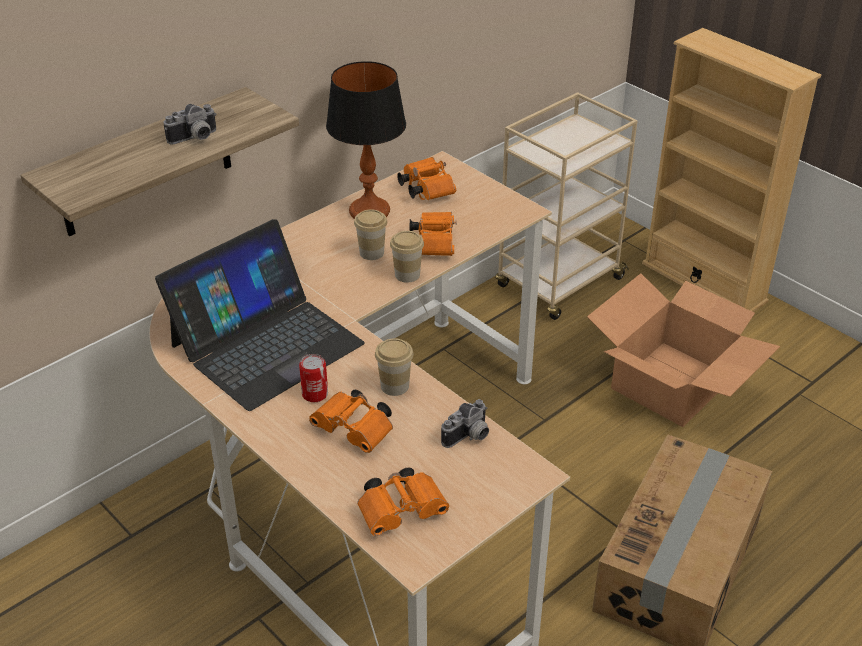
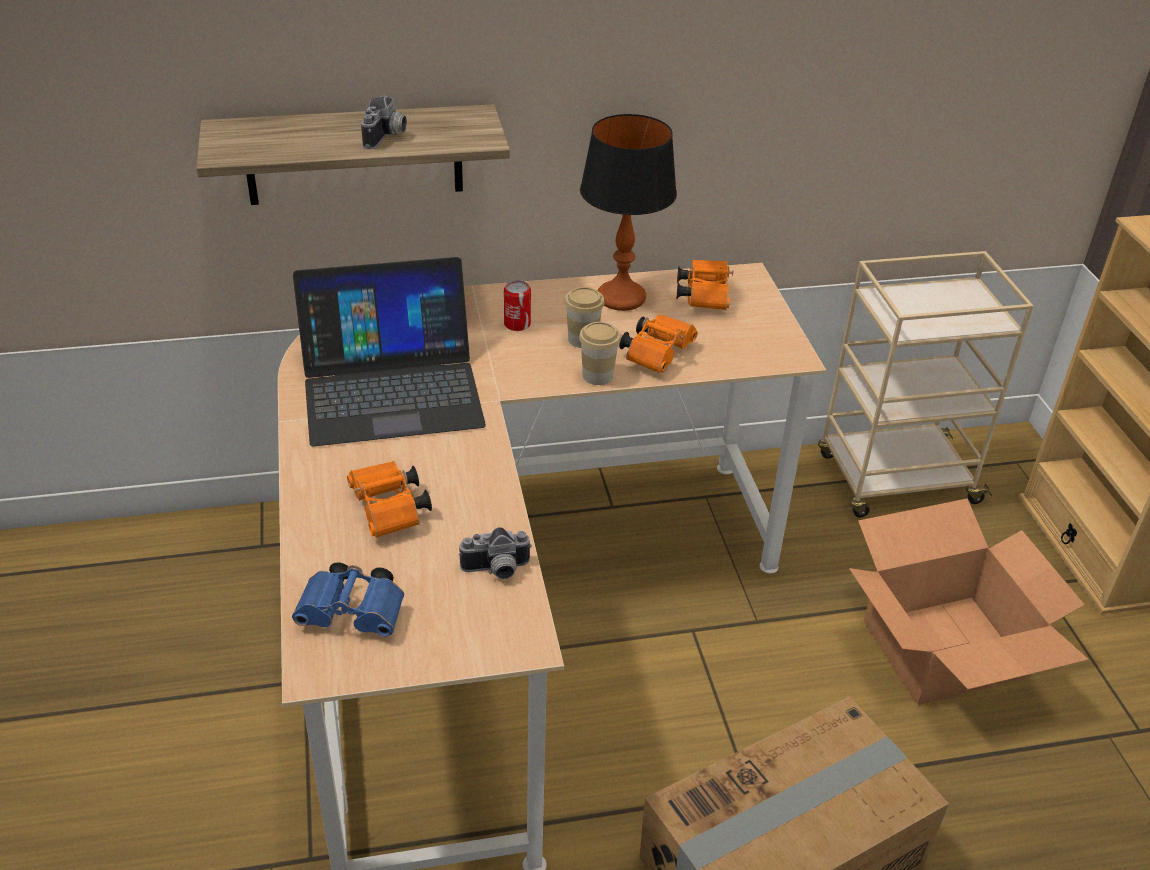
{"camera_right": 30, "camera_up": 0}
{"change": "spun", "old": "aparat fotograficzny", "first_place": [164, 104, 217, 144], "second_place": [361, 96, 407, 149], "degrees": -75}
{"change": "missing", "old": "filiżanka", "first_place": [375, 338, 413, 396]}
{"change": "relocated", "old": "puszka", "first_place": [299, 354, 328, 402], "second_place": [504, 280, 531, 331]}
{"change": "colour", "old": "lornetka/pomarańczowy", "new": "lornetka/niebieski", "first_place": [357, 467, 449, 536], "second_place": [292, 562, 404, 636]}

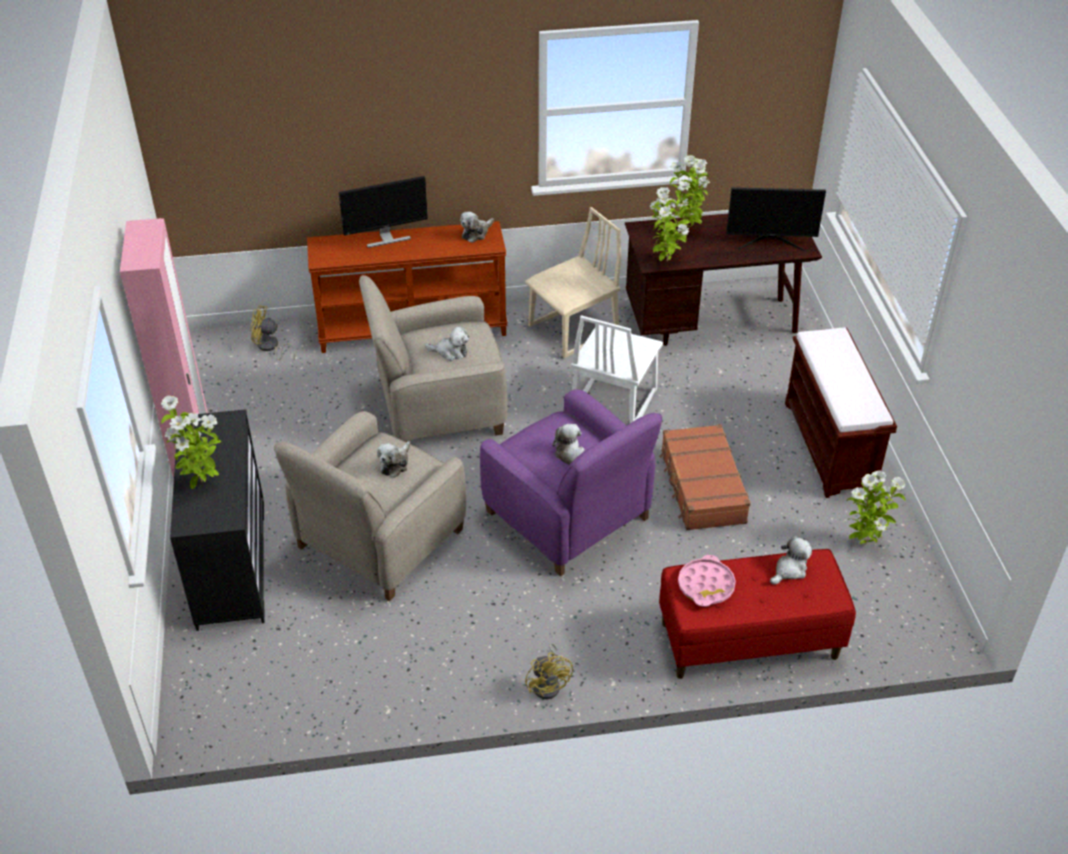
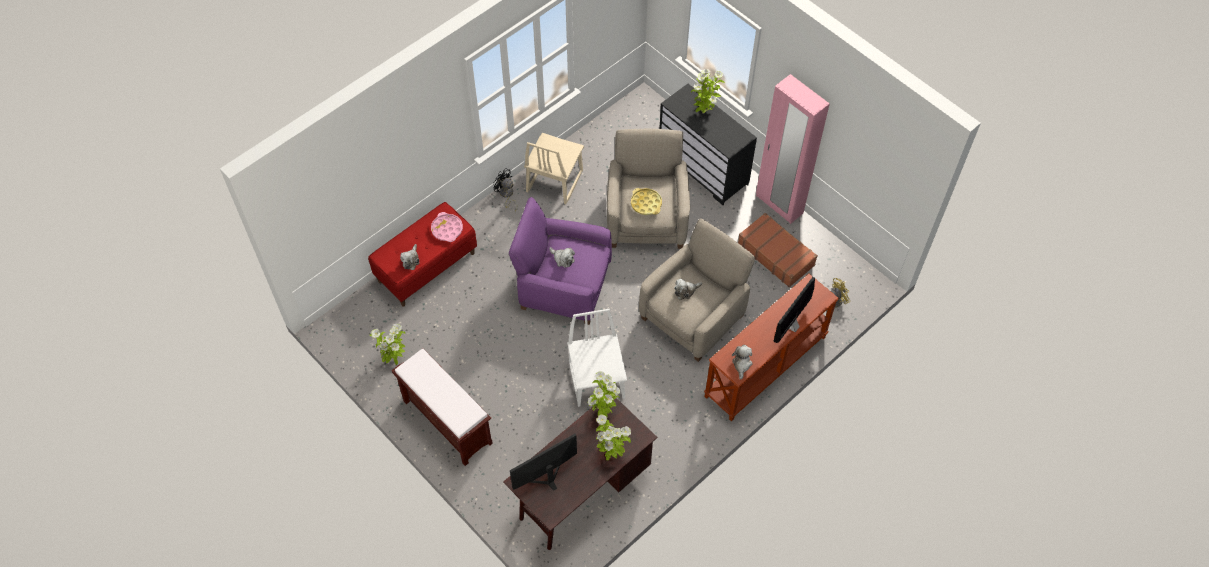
{"camera_right": 145, "camera_up": 15}
{"change": "relocated", "old": "krzesło/beżowy", "first_place": [525, 207, 621, 358], "second_place": [524, 133, 584, 204]}
{"change": "relocated", "old": "walizka/brązowy", "first_place": [659, 424, 751, 530], "second_place": [738, 213, 818, 287]}
{"change": "exchanged", "old": "pluszak", "new": "taca/żółty", "first_place": [377, 441, 410, 478], "second_place": [631, 188, 662, 215]}
{"change": "colour", "old": "wentylator/żółty", "new": "wentylator/czarny", "first_place": [525, 643, 573, 699], "second_place": [493, 168, 517, 211]}

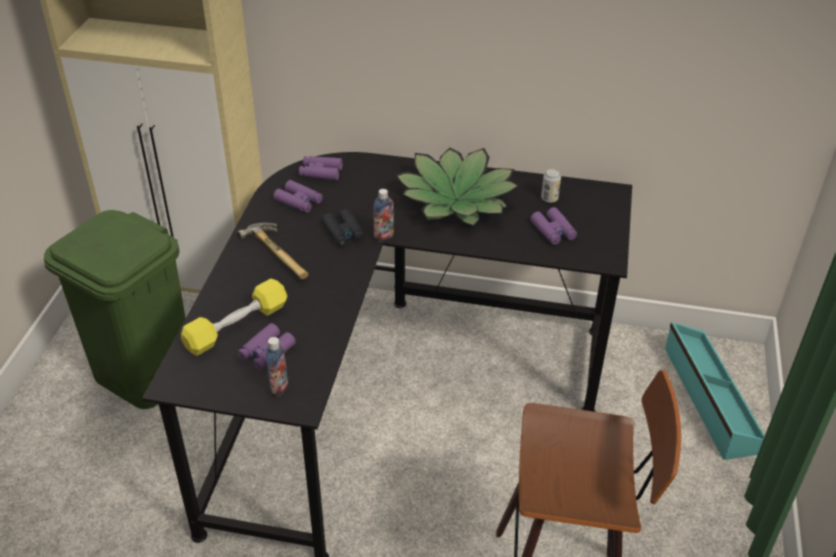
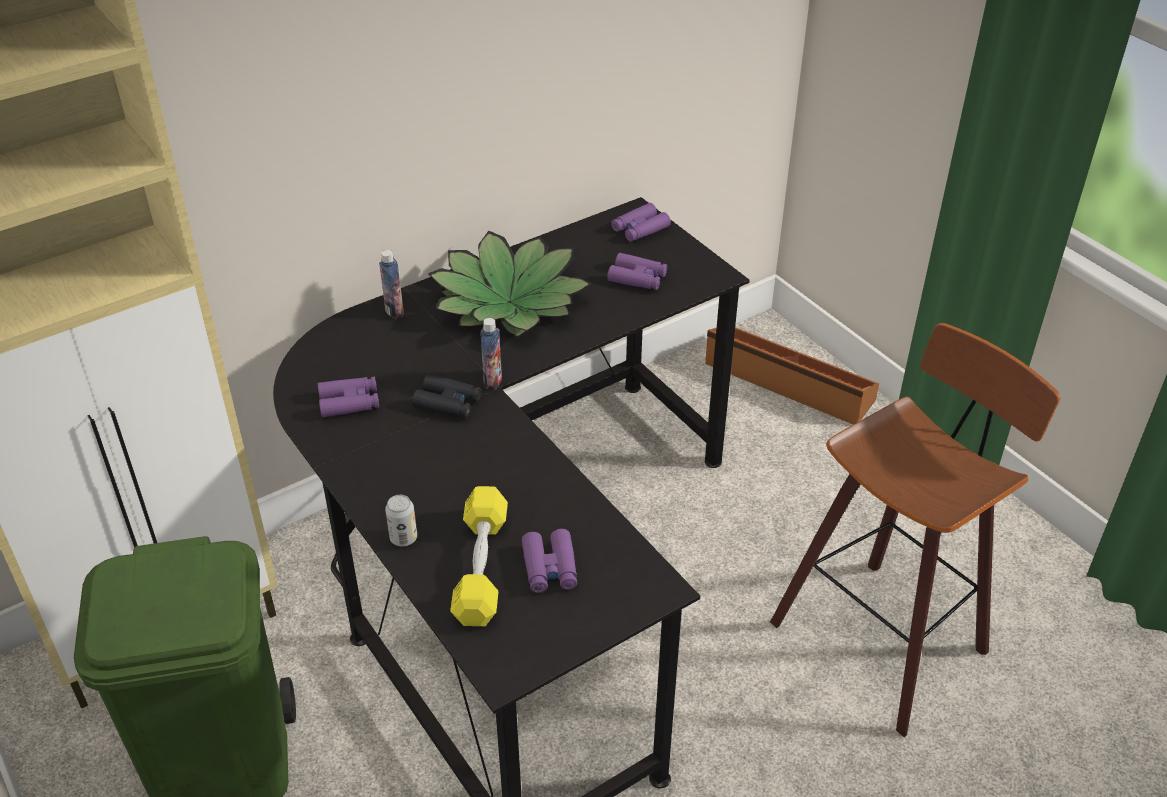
{"camera_right": -45, "camera_up": 0}
{"change": "relocated", "old": "lornetka/fioletowy", "first_place": [299, 156, 343, 180], "second_place": [611, 203, 671, 241]}
{"change": "relocated", "old": "puszka", "first_place": [541, 169, 561, 203], "second_place": [385, 495, 417, 546]}
{"change": "missing", "old": "młotek", "first_place": [237, 223, 309, 279]}
{"change": "colour", "old": "pojemnik do przechowywania/turkusowy", "new": "pojemnik do przechowywania/brązowy", "first_place": [665, 322, 765, 460], "second_place": [705, 327, 879, 425]}
{"change": "relocated", "old": "butelka", "first_place": [266, 337, 288, 397], "second_place": [379, 250, 404, 318]}

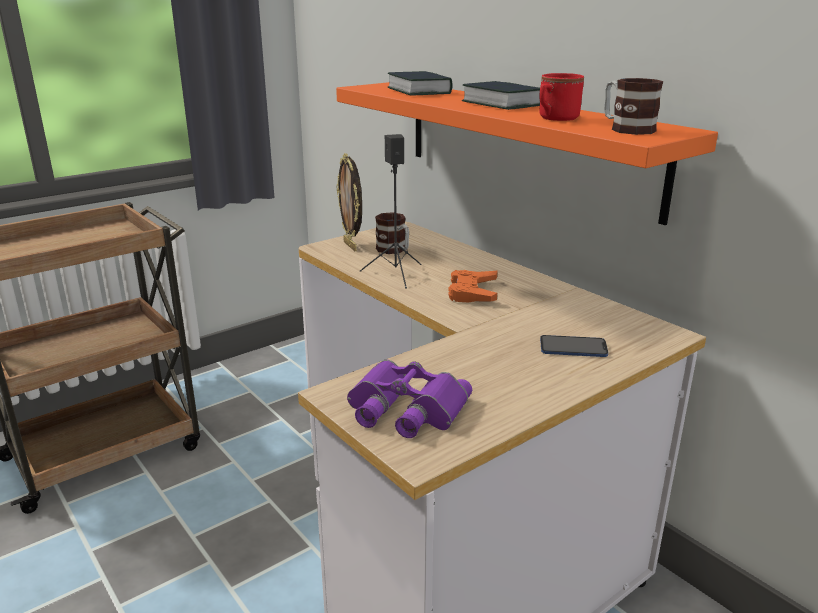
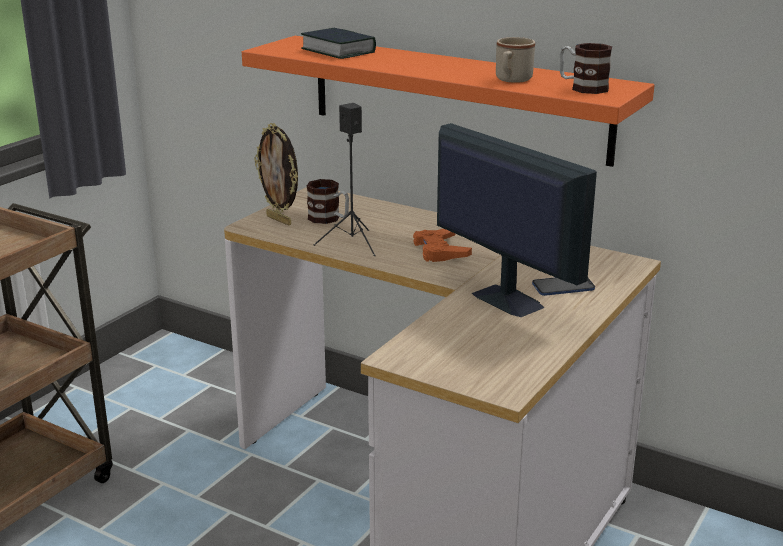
{"camera_right": -20, "camera_up": 0}
{"change": "colour", "old": "kubek/czerwony", "new": "kubek/beżowy", "first_place": [539, 73, 584, 121], "second_place": [496, 37, 535, 83]}
{"change": "missing", "old": "książka", "first_place": [462, 81, 540, 110]}
{"change": "missing", "old": "lornetka/fioletowy", "first_place": [347, 360, 472, 438]}
{"change": "appeared", "new": "monitor", "second_place": [437, 123, 597, 317]}

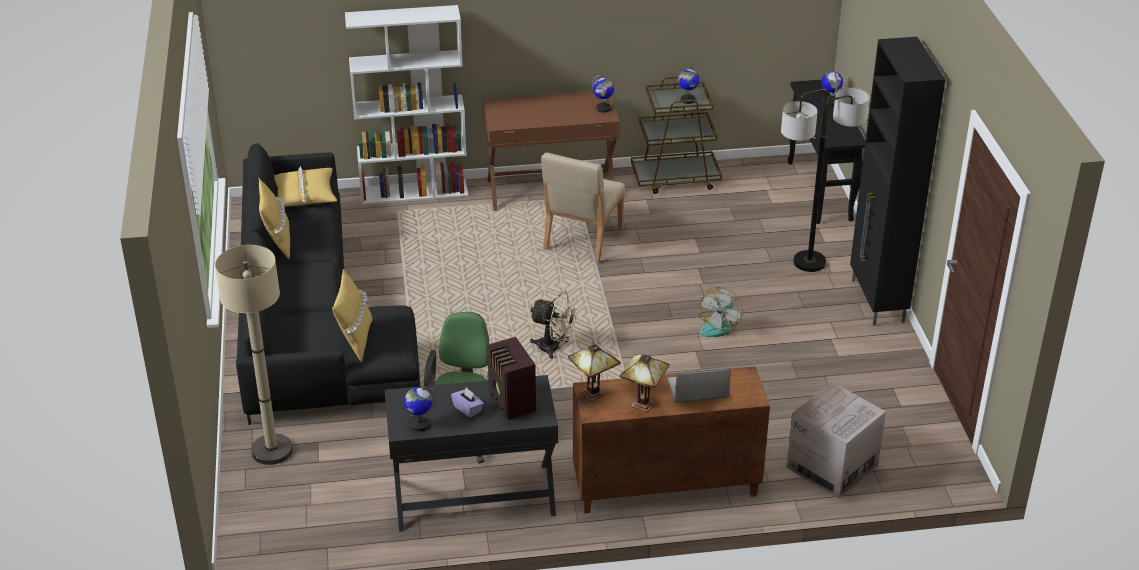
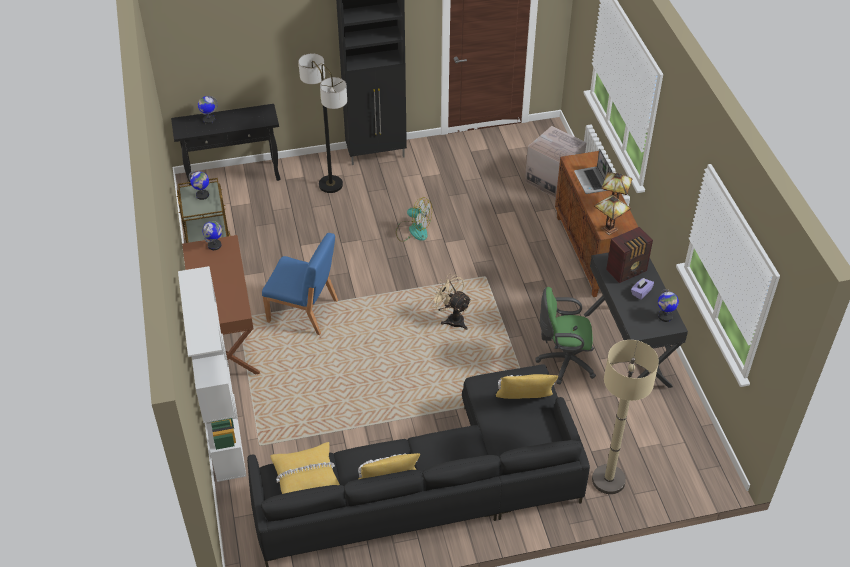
{"camera_right": -95, "camera_up": 10}
{"change": "colour", "old": "krzesło/beżowy", "new": "krzesło/niebieski", "first_place": [541, 152, 625, 264], "second_place": [262, 233, 338, 335]}
{"change": "spun", "old": "wentylator/beżowy", "first_place": [530, 291, 579, 359], "second_place": [431, 274, 472, 330], "degrees": -60}

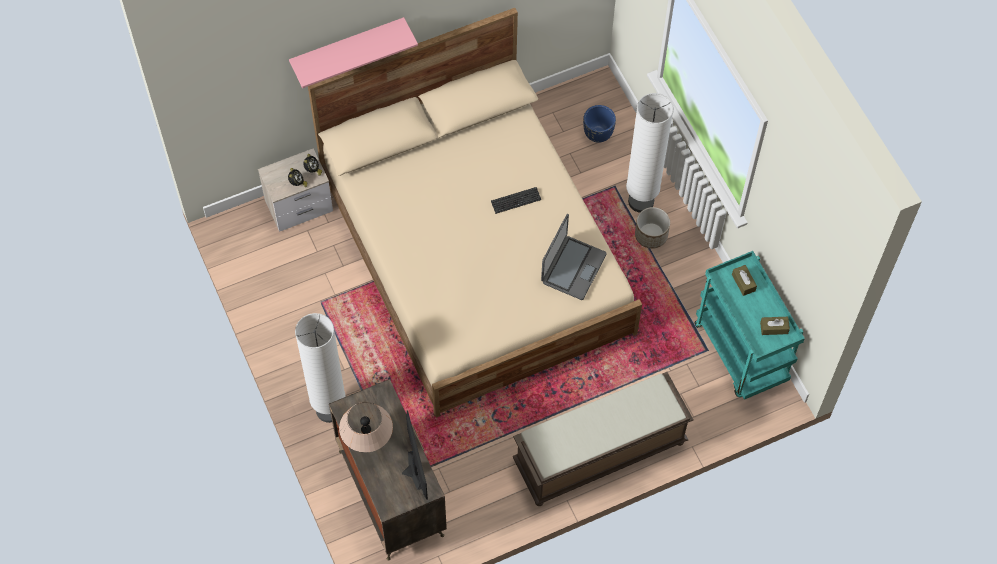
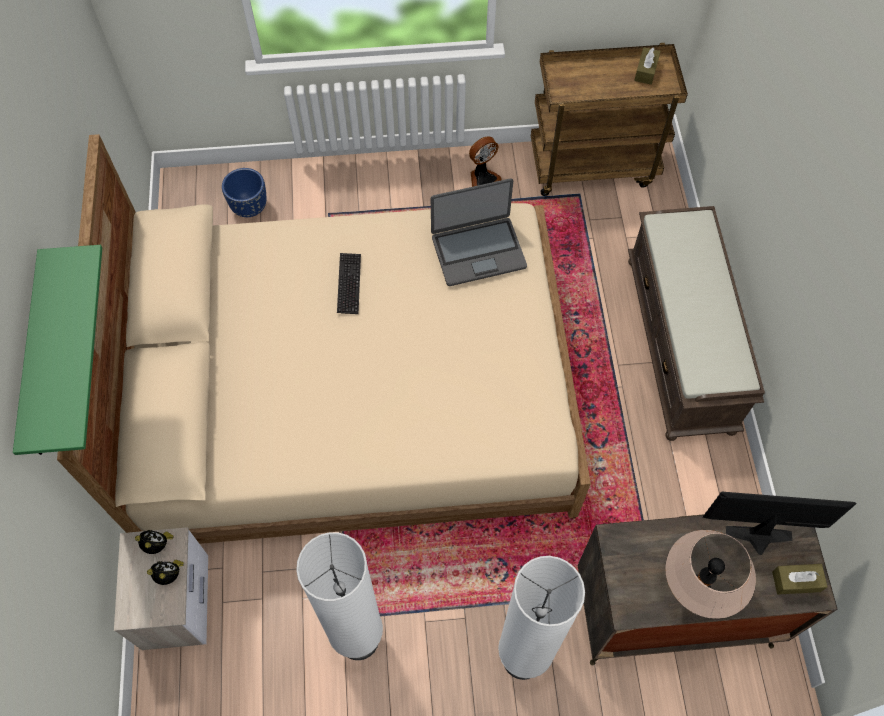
{"camera_right": -70, "camera_up": 0}
{"change": "colour", "old": "półka/różowy", "new": "półka/zielony", "first_place": [289, 17, 418, 88], "second_place": [13, 245, 102, 455]}
{"change": "relocated", "old": "lampa stojąca/biały", "first_place": [626, 93, 674, 212], "second_place": [296, 532, 383, 660]}
{"change": "missing", "old": "donica", "first_place": [635, 207, 670, 249]}
{"change": "spun", "old": "laptop", "first_place": [541, 214, 607, 300], "second_place": [431, 178, 527, 286], "degrees": 120}
{"change": "colour", "old": "wózek/turkusowy", "new": "wózek/brązowy", "first_place": [695, 251, 805, 400], "second_place": [531, 43, 688, 196]}
{"change": "relocated", "old": "pudełko chusteczek/brązowy", "first_place": [732, 265, 757, 296], "second_place": [772, 564, 828, 595]}
{"change": "appeared", "new": "wentylator", "second_place": [469, 137, 502, 187]}

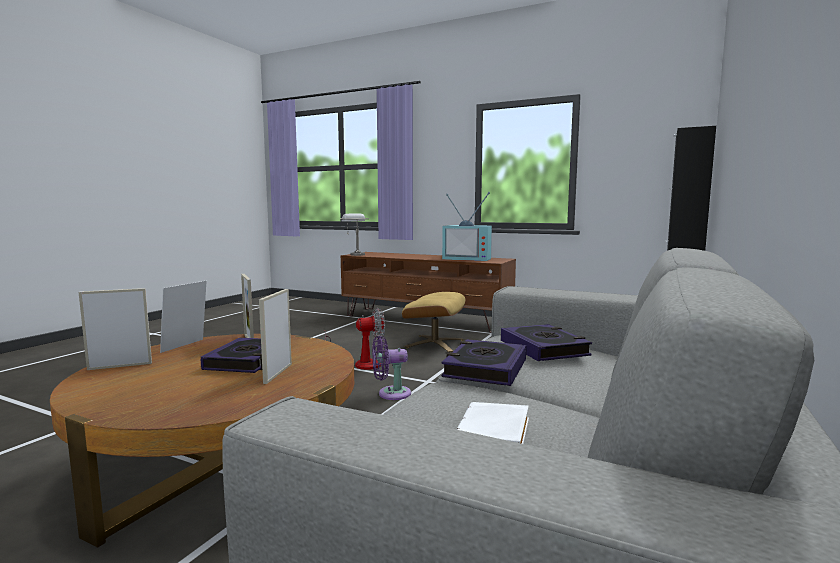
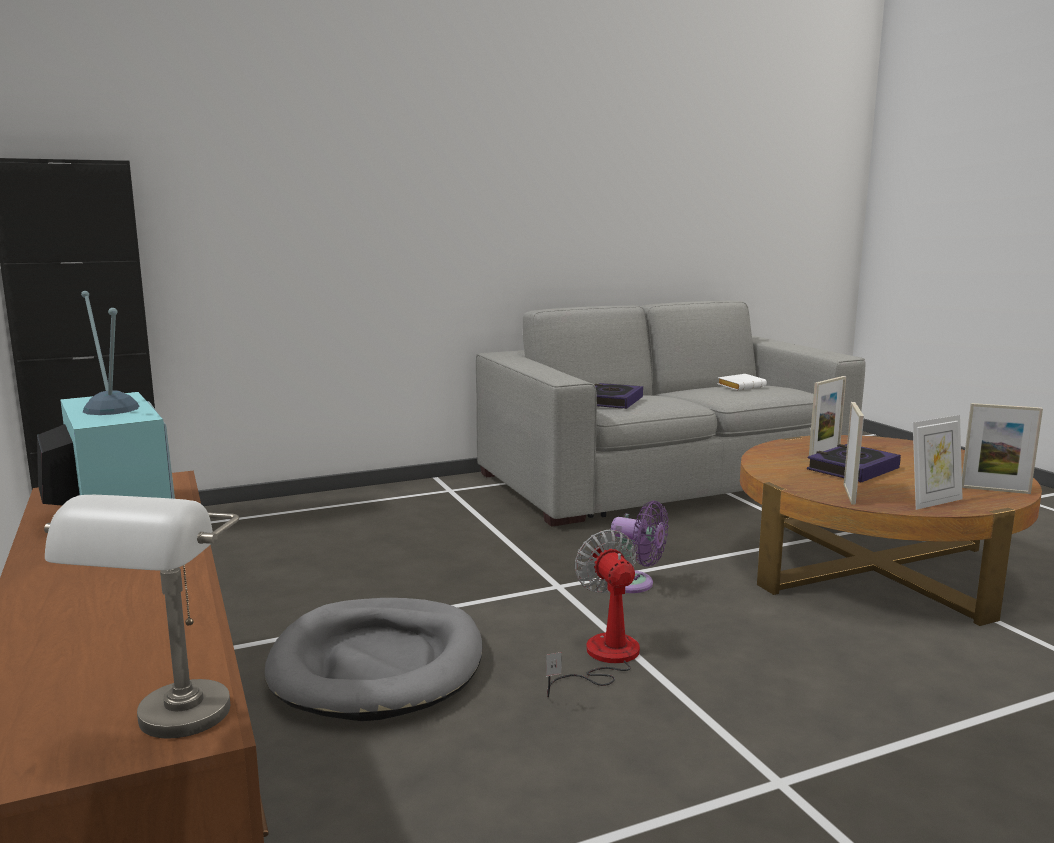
{"camera_right": -140, "camera_up": 5}
{"change": "exchanged", "old": "pufa/beżowy", "new": "legowisko/szary", "first_place": [402, 292, 465, 353], "second_place": [265, 598, 483, 721]}
{"change": "spun", "old": "wentylator", "first_place": [325, 308, 385, 370], "second_place": [546, 529, 640, 697], "degrees": 45}
{"change": "missing", "old": "książka", "first_place": [441, 339, 526, 386]}

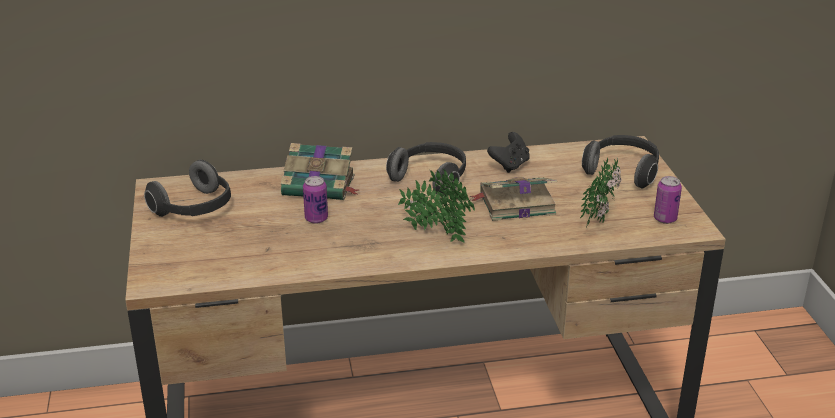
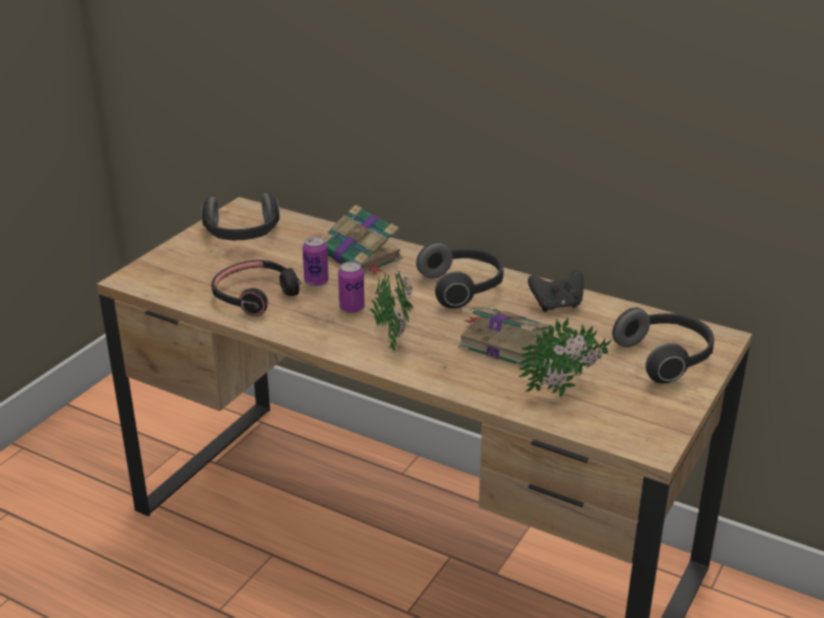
{"camera_right": 40, "camera_up": 0}
{"change": "relocated", "old": "puszka", "first_place": [654, 176, 682, 224], "second_place": [338, 261, 365, 313]}
{"change": "appeared", "new": "słuchawki/czarny", "second_place": [211, 260, 301, 316]}

